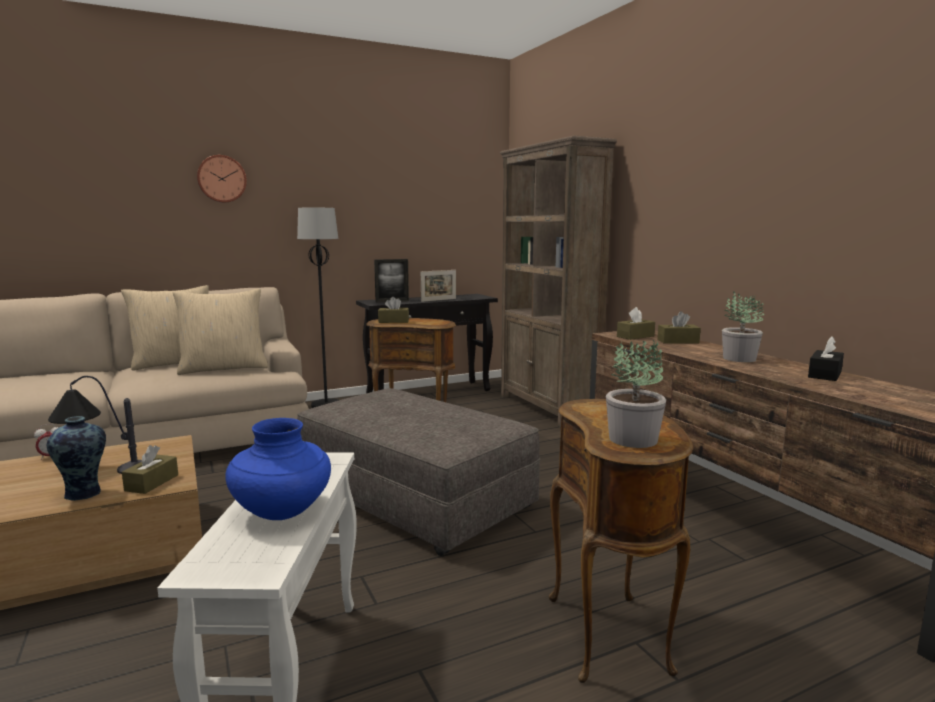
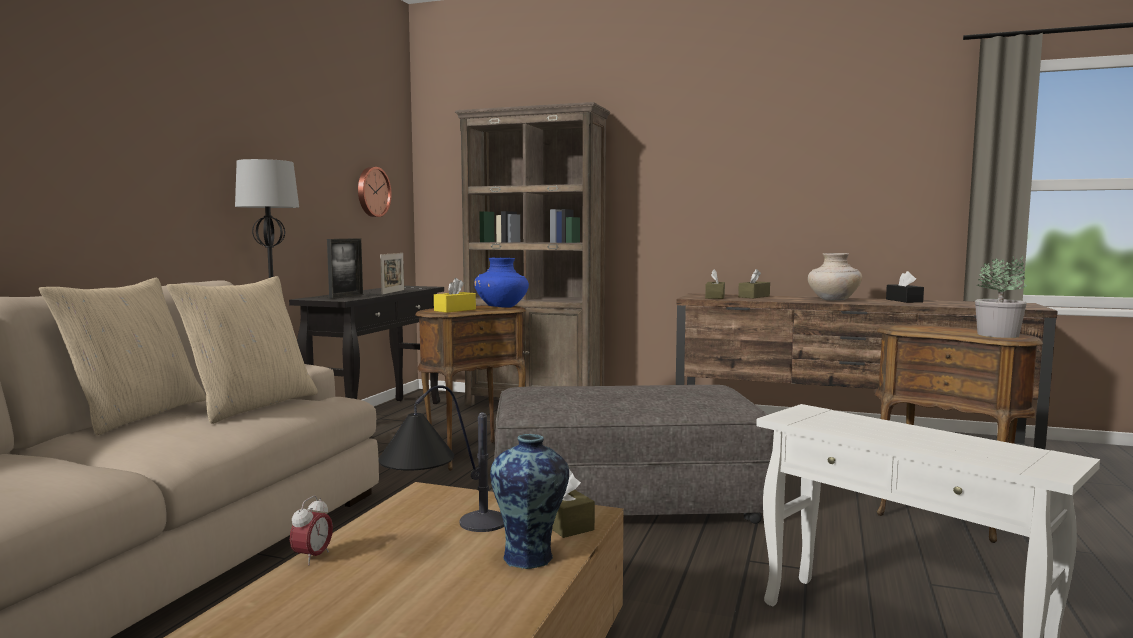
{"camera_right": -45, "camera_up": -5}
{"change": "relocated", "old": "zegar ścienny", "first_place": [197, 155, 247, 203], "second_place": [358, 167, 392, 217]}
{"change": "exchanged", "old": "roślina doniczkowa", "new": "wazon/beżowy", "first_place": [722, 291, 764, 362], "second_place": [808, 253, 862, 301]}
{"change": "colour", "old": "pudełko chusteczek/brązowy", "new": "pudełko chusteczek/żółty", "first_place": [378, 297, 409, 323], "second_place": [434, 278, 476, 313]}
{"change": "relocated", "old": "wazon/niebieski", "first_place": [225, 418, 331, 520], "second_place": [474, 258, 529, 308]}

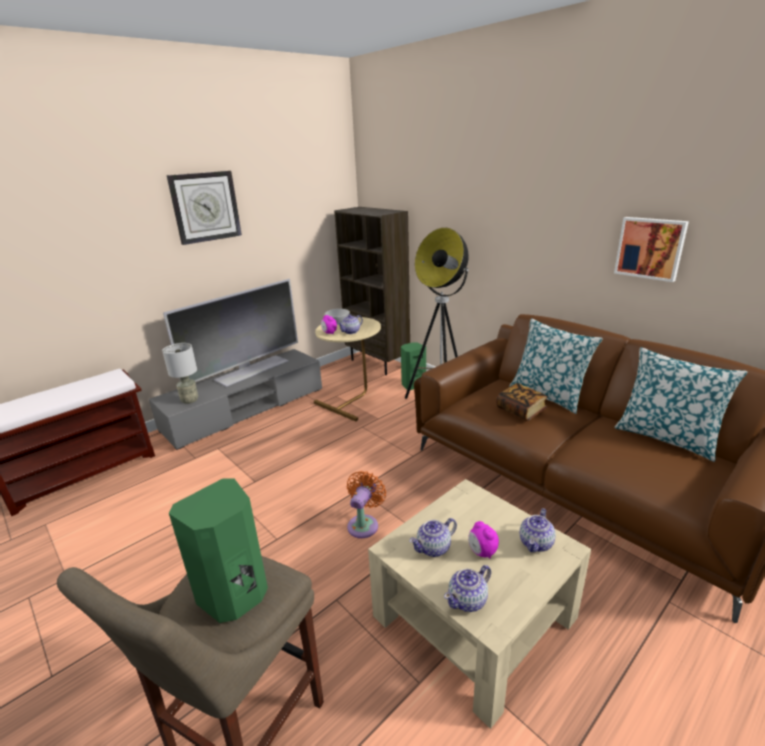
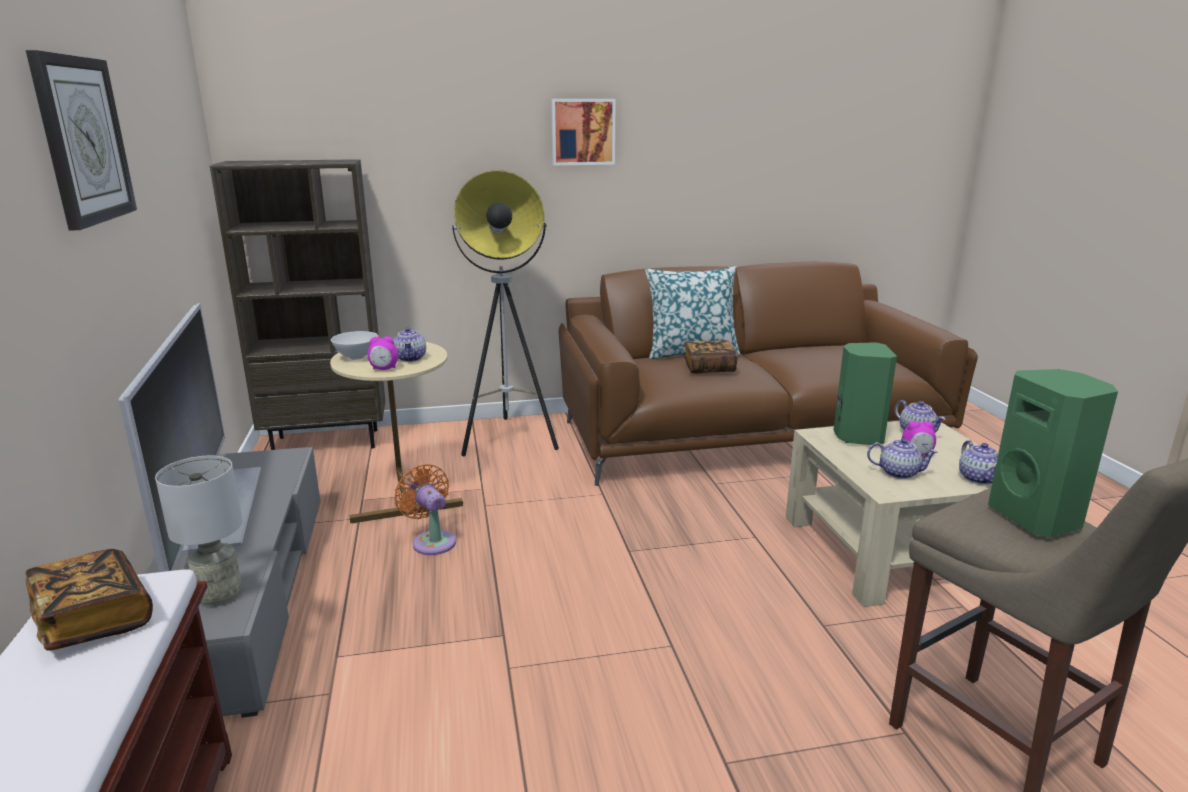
{"camera_right": -60, "camera_up": -5}
{"change": "relocated", "old": "obraz", "first_place": [614, 217, 689, 282], "second_place": [551, 99, 616, 165]}
{"change": "relocated", "old": "głośnik/zielony", "first_place": [401, 343, 426, 390], "second_place": [834, 342, 897, 446]}
{"change": "missing", "old": "poduszka", "first_place": [614, 347, 747, 462]}
{"change": "relocated", "old": "wentylator/pomarańczowy", "first_place": [347, 471, 386, 538], "second_place": [394, 464, 456, 555]}
{"change": "spun", "old": "imbryk", "first_place": [409, 518, 457, 557], "second_place": [867, 438, 938, 479], "degrees": -75}
{"change": "appeared", "new": "książka", "second_place": [26, 549, 153, 651]}

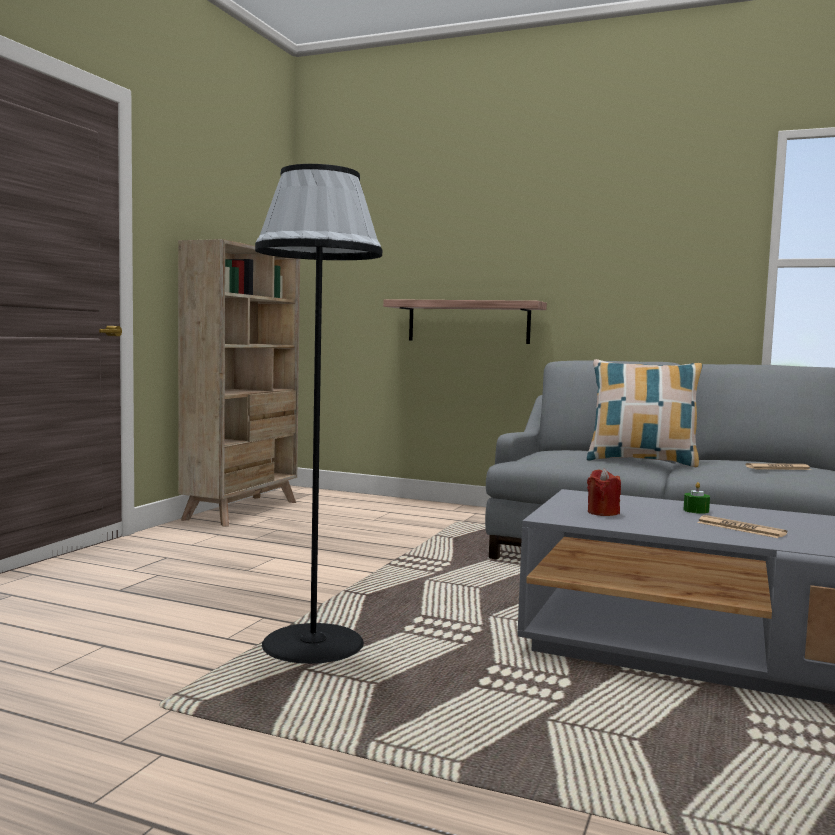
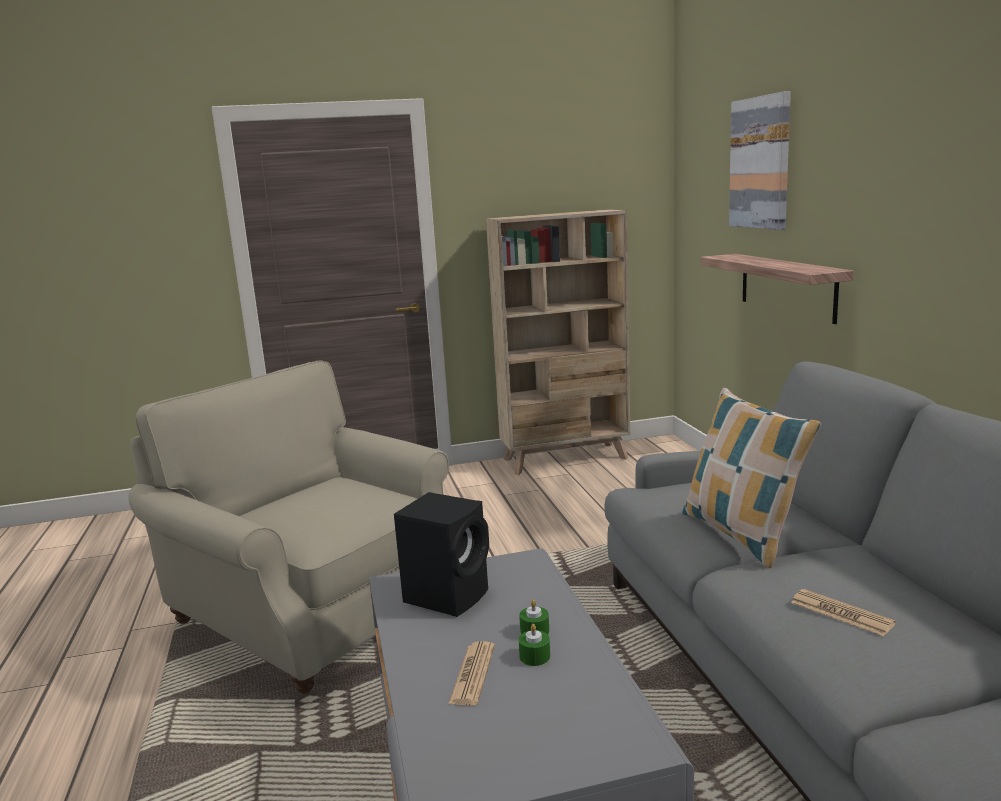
{"camera_right": 55, "camera_up": 10}
{"change": "exchanged", "old": "lampa stojąca/czarny", "new": "fotel/beżowy", "first_place": [255, 164, 382, 664], "second_place": [128, 360, 449, 694]}
{"change": "exchanged", "old": "świeca/czerwony", "new": "głośnik/czarny", "first_place": [587, 468, 621, 516], "second_place": [394, 492, 489, 617]}
{"change": "appeared", "new": "obraz", "second_place": [729, 91, 791, 230]}
{"change": "appeared", "new": "świeca/zielony", "second_place": [518, 624, 550, 666]}

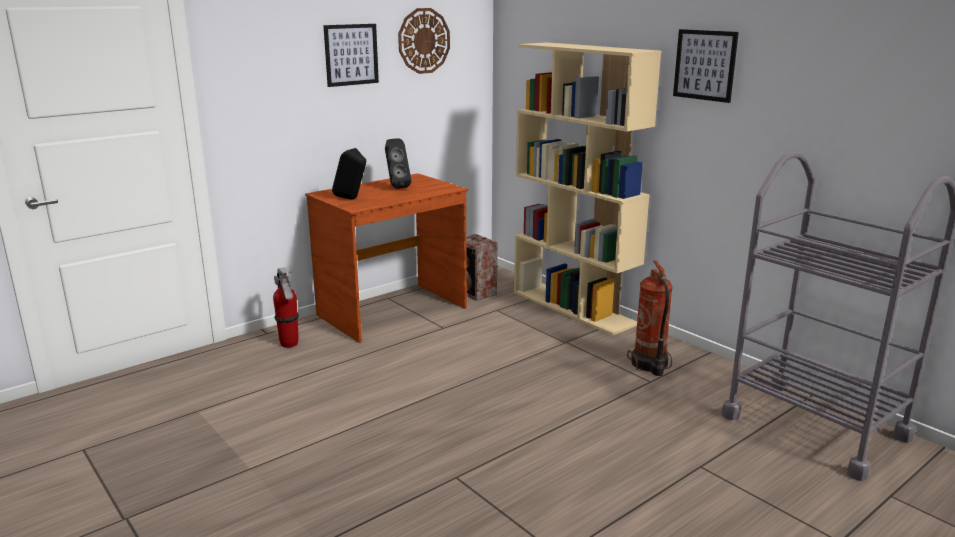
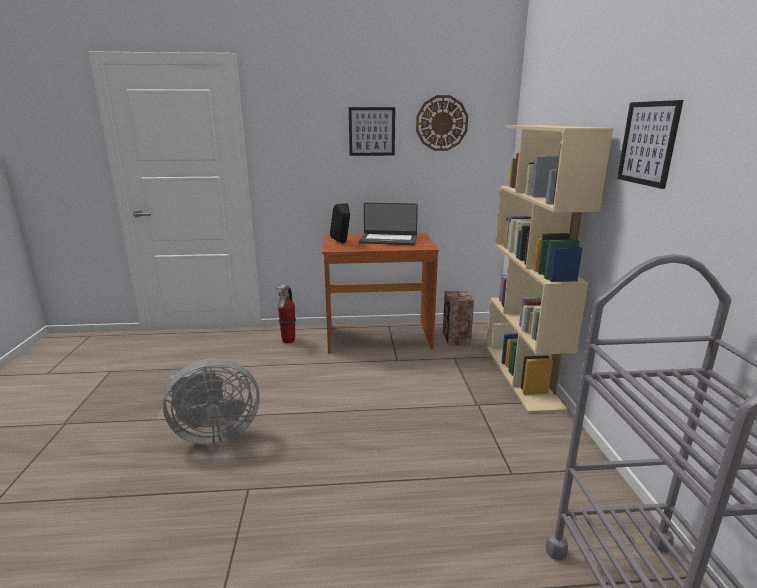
{"camera_right": 35, "camera_up": 0}
{"change": "exchanged", "old": "głośnik/czarny", "new": "laptop", "first_place": [385, 139, 411, 189], "second_place": [359, 202, 418, 245]}
{"change": "missing", "old": "gaśnica", "first_place": [627, 260, 673, 376]}
{"change": "appeared", "new": "wentylator/szary", "second_place": [162, 358, 260, 444]}

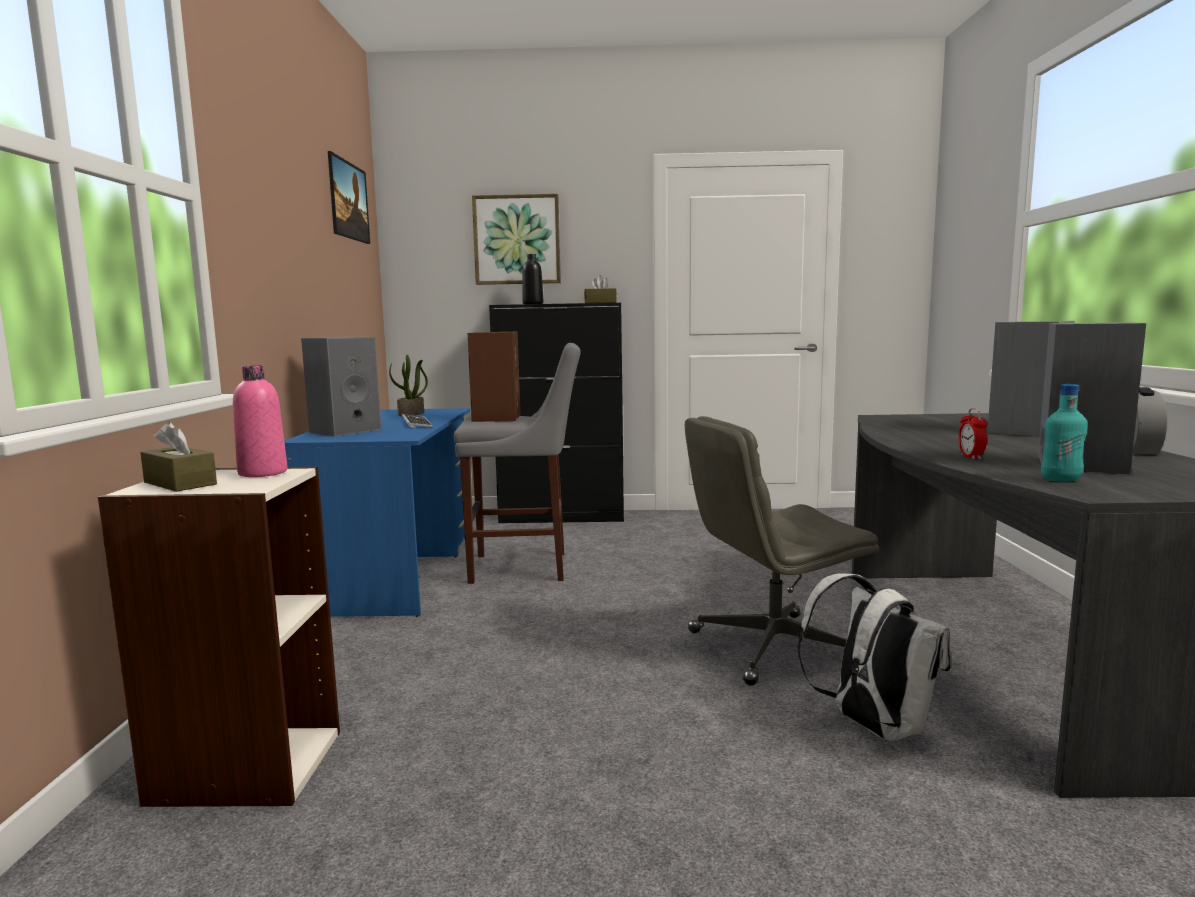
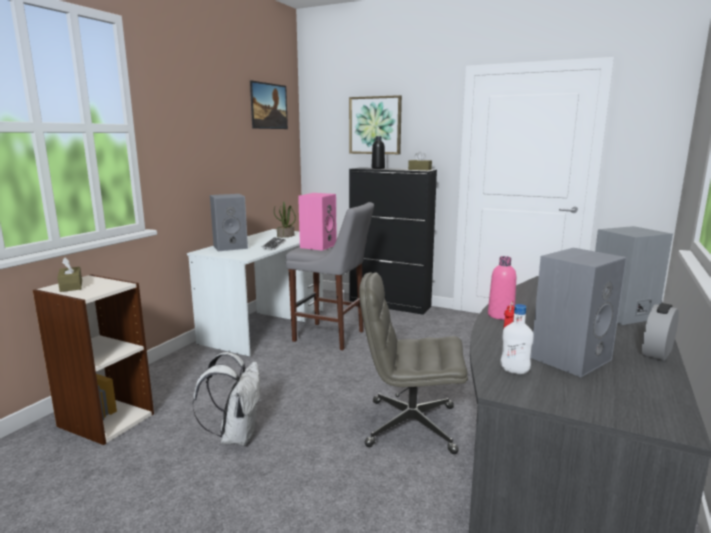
{"camera_right": 25, "camera_up": 5}
{"change": "colour", "old": "głośnik/brązowy", "new": "głośnik/różowy", "first_place": [468, 332, 520, 422], "second_place": [298, 193, 337, 251]}
{"change": "relocated", "old": "butelka/różowy", "first_place": [233, 365, 287, 477], "second_place": [488, 256, 516, 320]}
{"change": "colour", "old": "butelka/turkusowy", "new": "butelka/biały", "first_place": [1041, 384, 1088, 481], "second_place": [501, 304, 534, 374]}
{"change": "colour", "old": "biurko/niebieski", "new": "biurko/biały", "first_place": [284, 408, 470, 617], "second_place": [187, 229, 323, 357]}
{"change": "relocated", "old": "plecak/biały", "first_place": [798, 573, 951, 741], "second_place": [193, 352, 261, 446]}

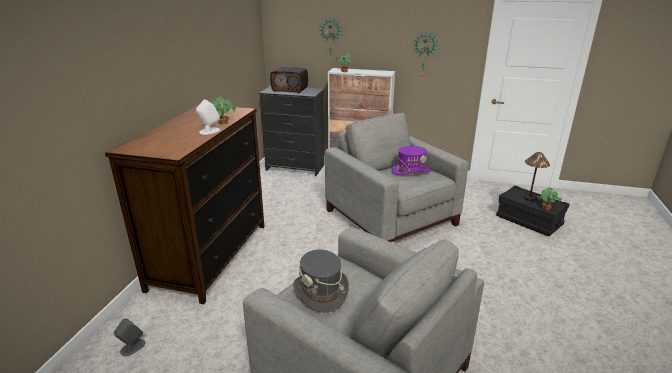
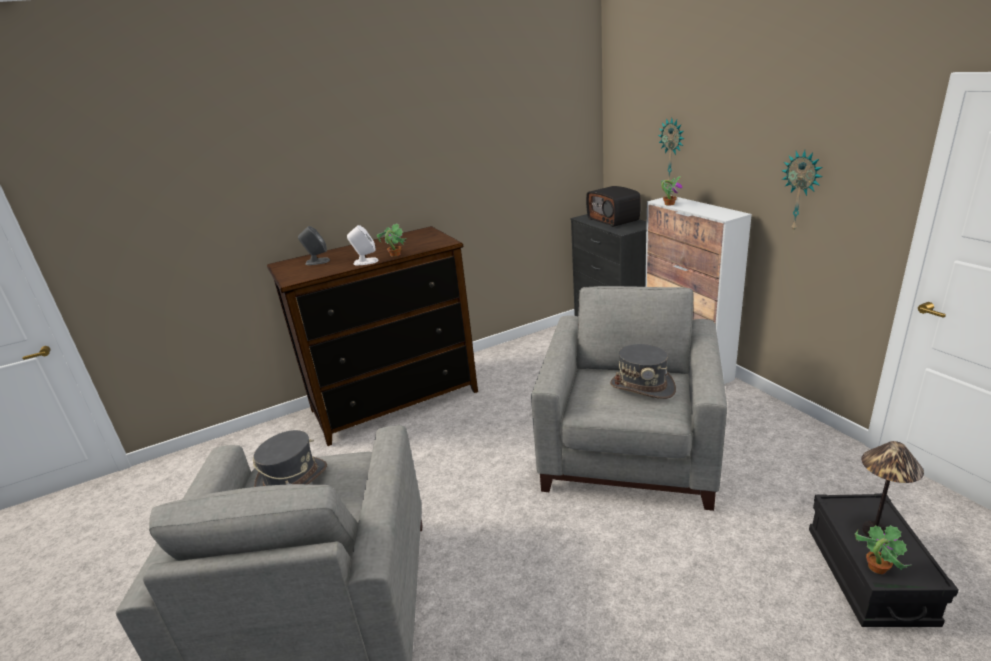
{"camera_right": 50, "camera_up": 0}
{"change": "colour", "old": "kapelusz/fioletowy", "new": "kapelusz/szary", "first_place": [392, 146, 430, 175], "second_place": [610, 344, 676, 399]}
{"change": "relocated", "old": "głośnik/szary", "first_place": [114, 318, 145, 356], "second_place": [298, 226, 330, 265]}

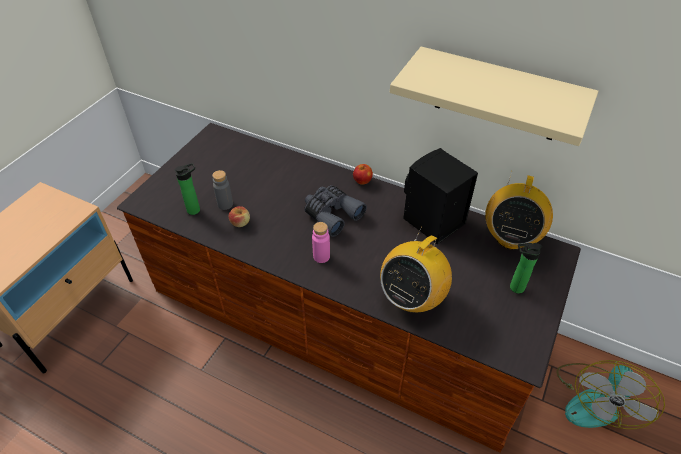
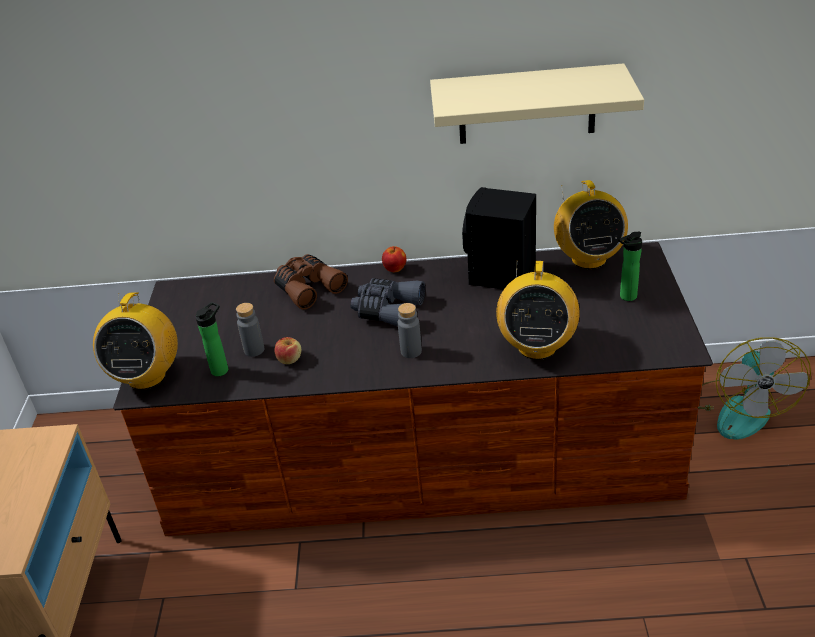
{"camera_right": -25, "camera_up": -10}
{"change": "colour", "old": "butelka/różowy", "new": "butelka/szary", "first_place": [312, 222, 330, 263], "second_place": [398, 303, 422, 358]}
{"change": "appeared", "new": "lornetka/brązowy", "second_place": [274, 254, 348, 310]}
{"change": "appeared", "new": "radio", "second_place": [93, 292, 178, 390]}

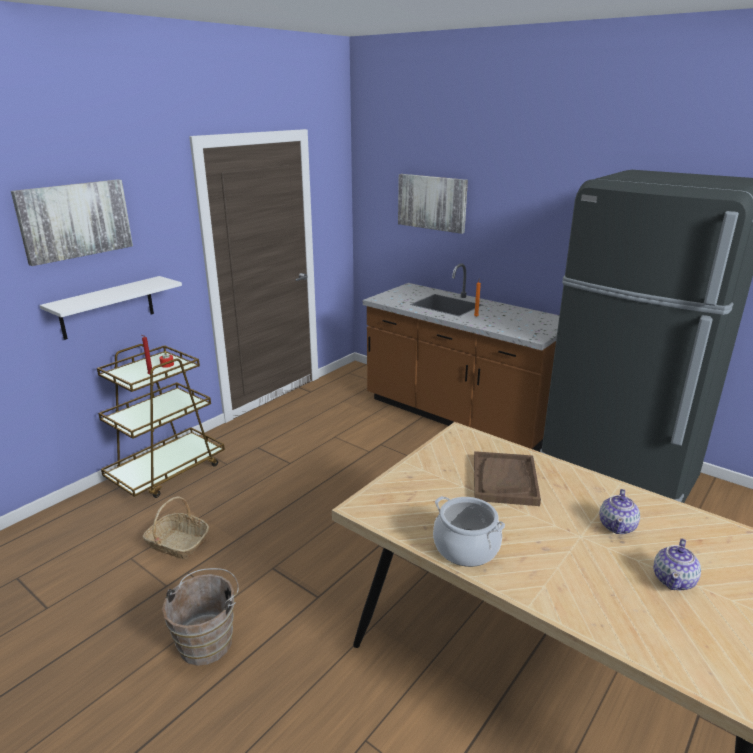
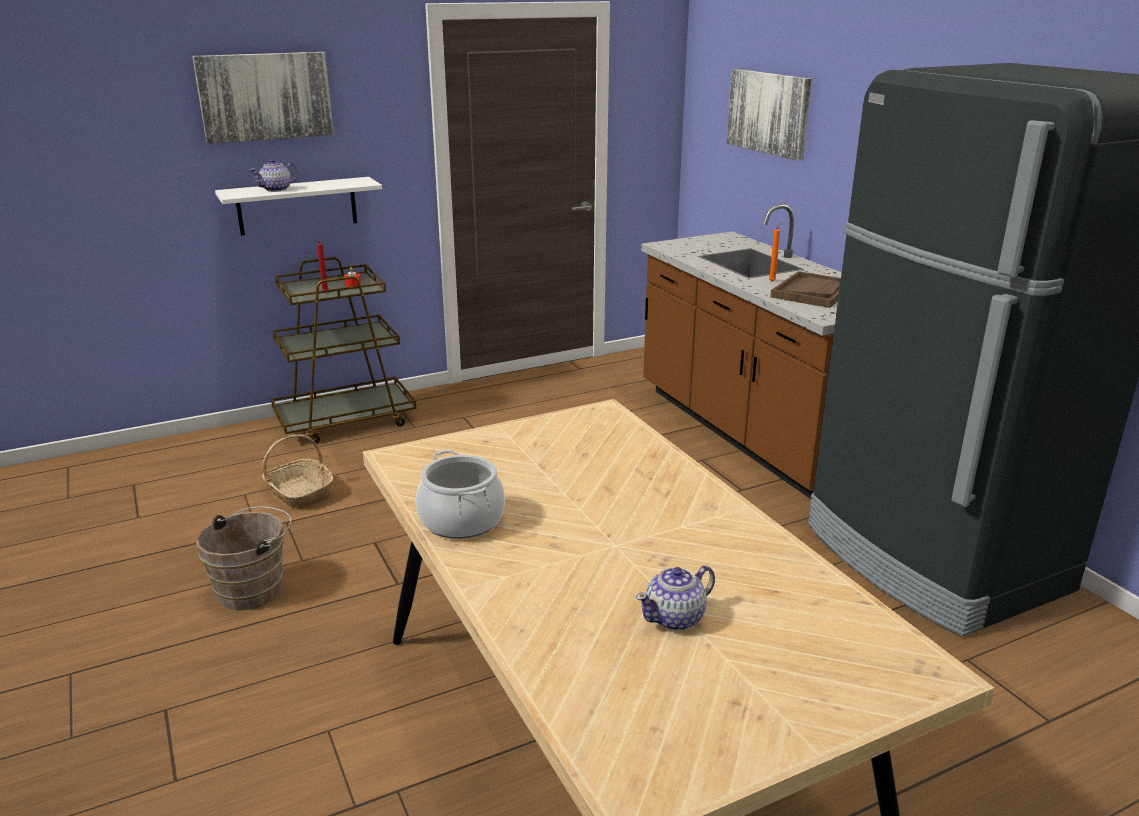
{"camera_right": 25, "camera_up": 0}
{"change": "relocated", "old": "taca/brązowy", "first_place": [474, 451, 541, 506], "second_place": [770, 271, 841, 308]}
{"change": "relocated", "old": "imbryk", "first_place": [600, 489, 640, 534], "second_place": [249, 159, 298, 192]}

